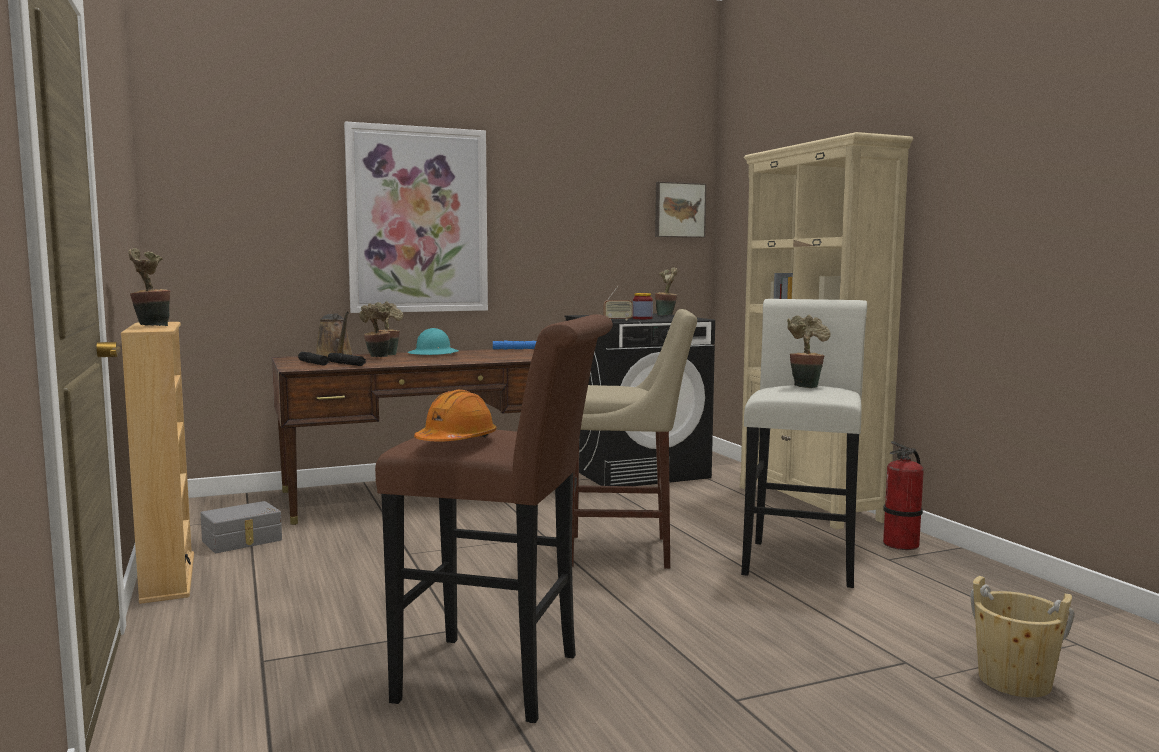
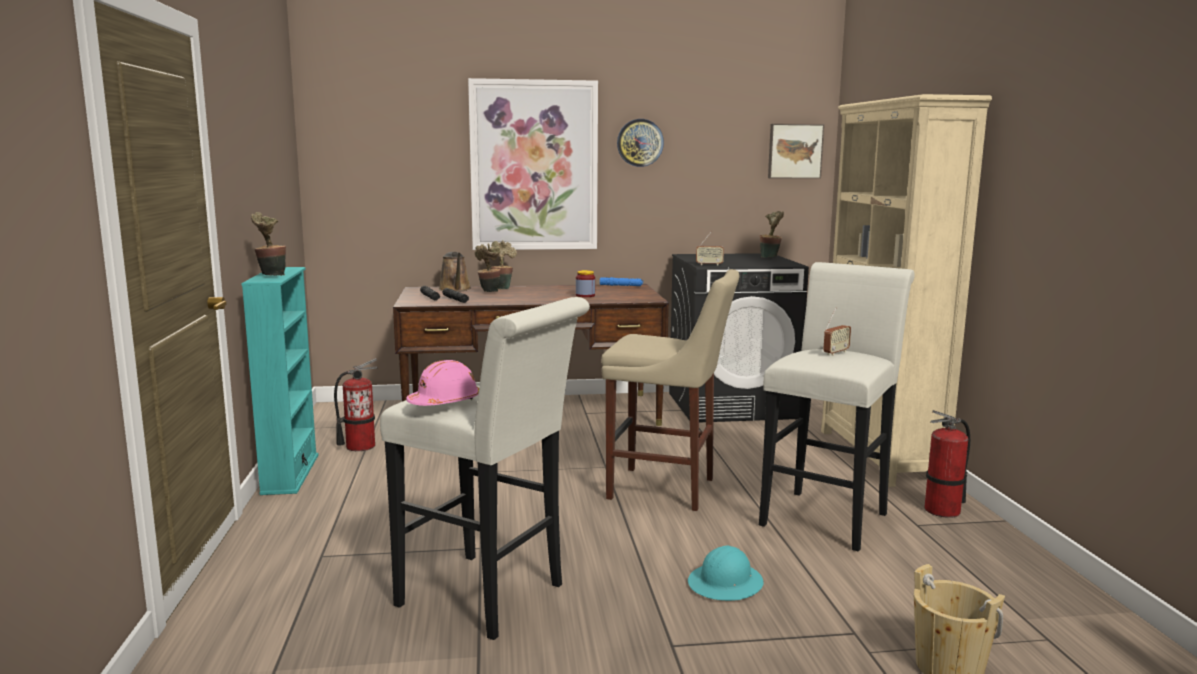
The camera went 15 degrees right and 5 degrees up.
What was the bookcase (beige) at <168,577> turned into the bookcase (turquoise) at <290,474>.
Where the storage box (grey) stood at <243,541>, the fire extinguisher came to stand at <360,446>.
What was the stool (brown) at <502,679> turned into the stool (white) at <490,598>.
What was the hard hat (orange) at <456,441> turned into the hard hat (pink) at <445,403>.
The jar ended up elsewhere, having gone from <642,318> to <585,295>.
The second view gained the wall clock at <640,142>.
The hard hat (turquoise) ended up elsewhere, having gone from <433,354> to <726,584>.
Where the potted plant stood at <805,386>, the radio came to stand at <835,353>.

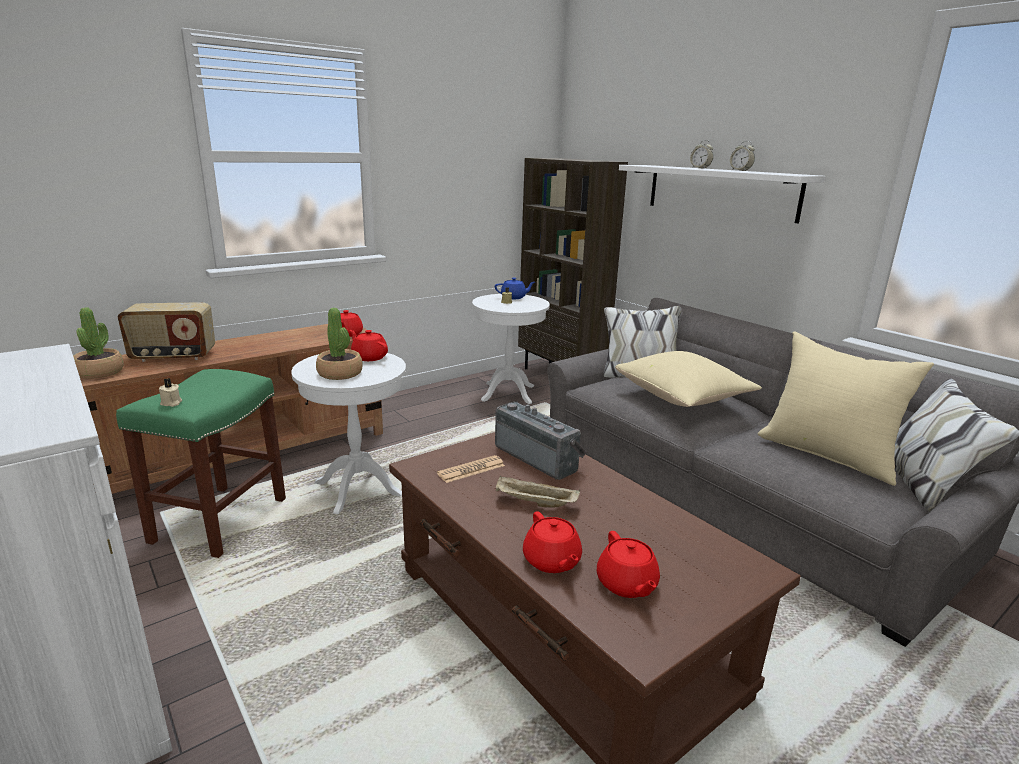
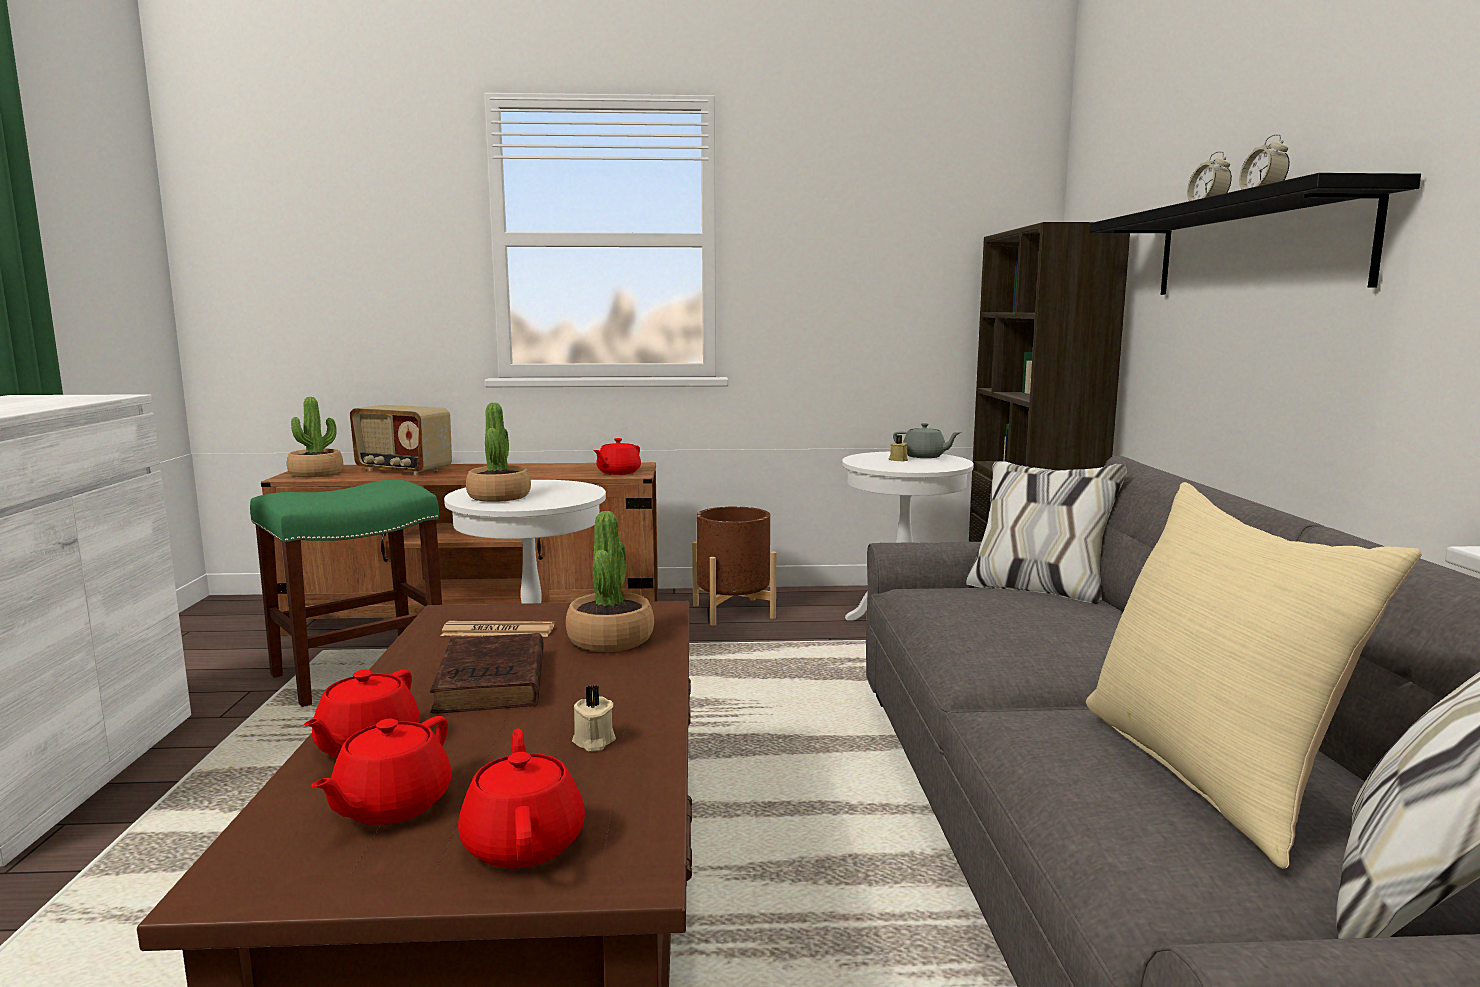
The camera went 35 degrees right and 10 degrees down.
Where the tray (beige) stood at <534,503>, the book (brown) came to stand at <491,683>.
The teapot (red) ended up elsewhere, having gone from <369,357> to <524,842>.
Where the radio stood at <538,458>, the potted plant came to stand at <611,639>.
The candle (beige) ended up elsewhere, having gone from <171,403> to <593,741>.
The second view gained the planter (brown) at <733,611>.
What was the teapot (blue) at <514,297> turned into the teapot (grey) at <924,456>.
What was the shelf (white) at <720,191> turned into the shelf (black) at <1254,248>.
The second view lost the pillow (beige) at <683,399>.

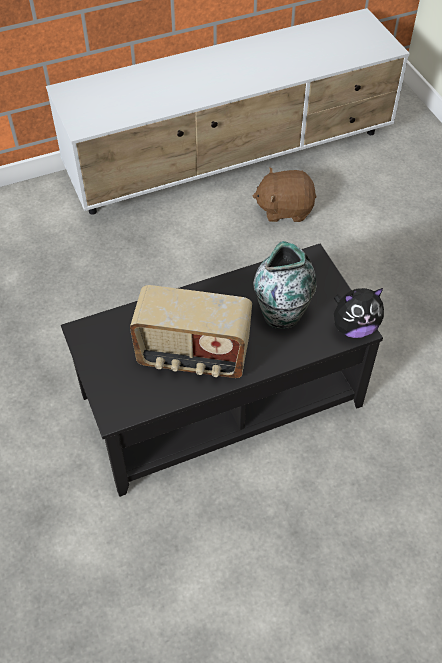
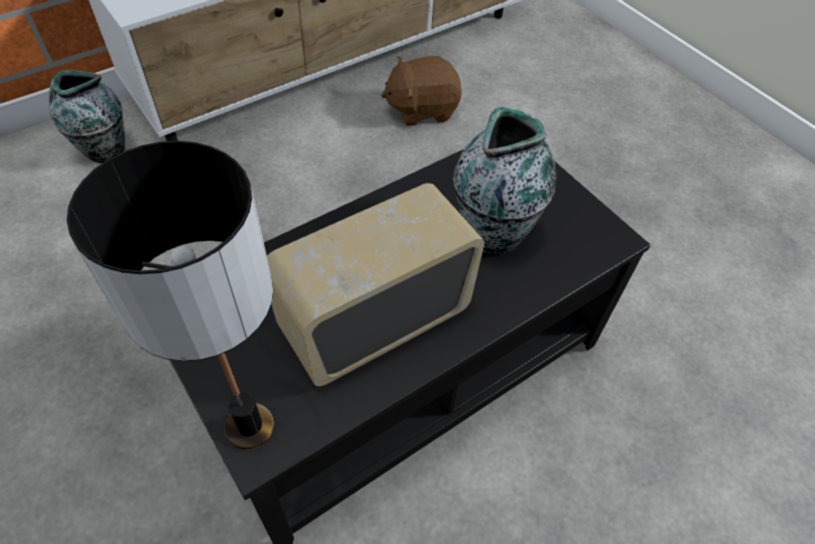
The camera went 15 degrees left and 0 degrees up.
The second view gained the vase at <104,150>.
The second view gained the table lamp at <249,428>.
The radio at <193,356> ended up facing another way, 150 degrees clockwise from before.
The second view lost the plush toy at <354,327>.

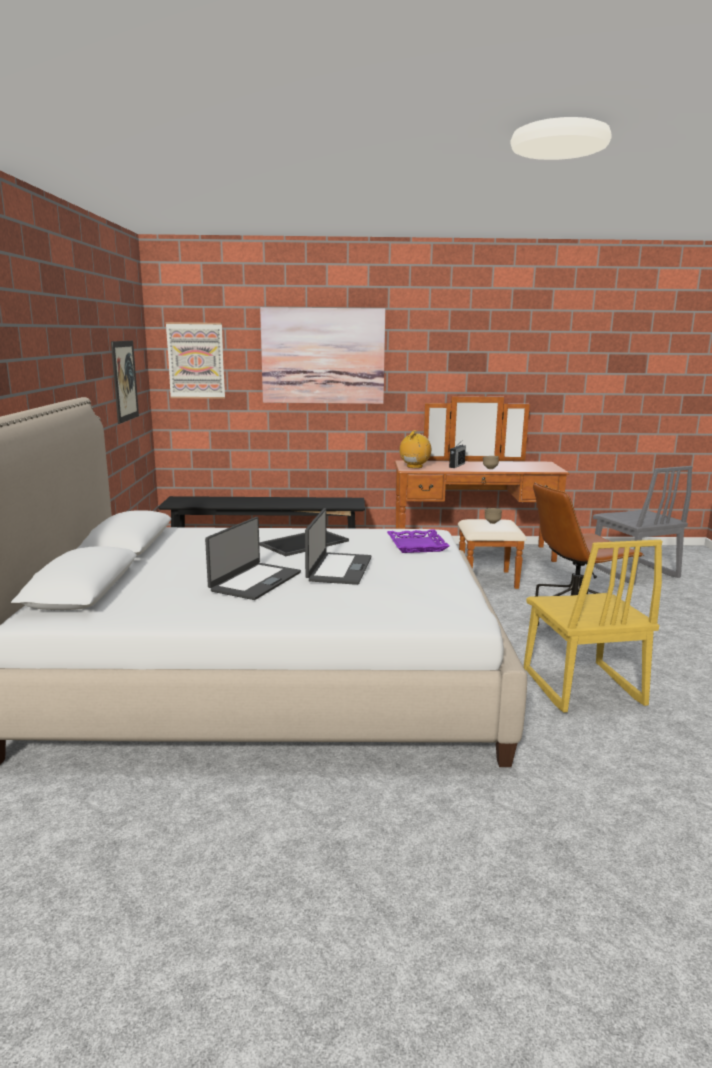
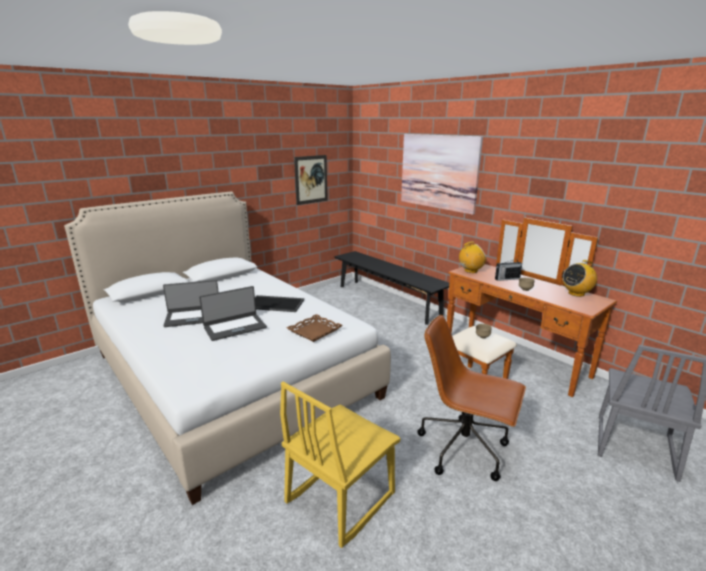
The camera went 50 degrees right and 5 degrees up.
What was the tray (purple) at <417,545> turned into the tray (brown) at <315,331>.
The second view gained the radio at <576,293>.
The second view lost the picture at <196,360>.

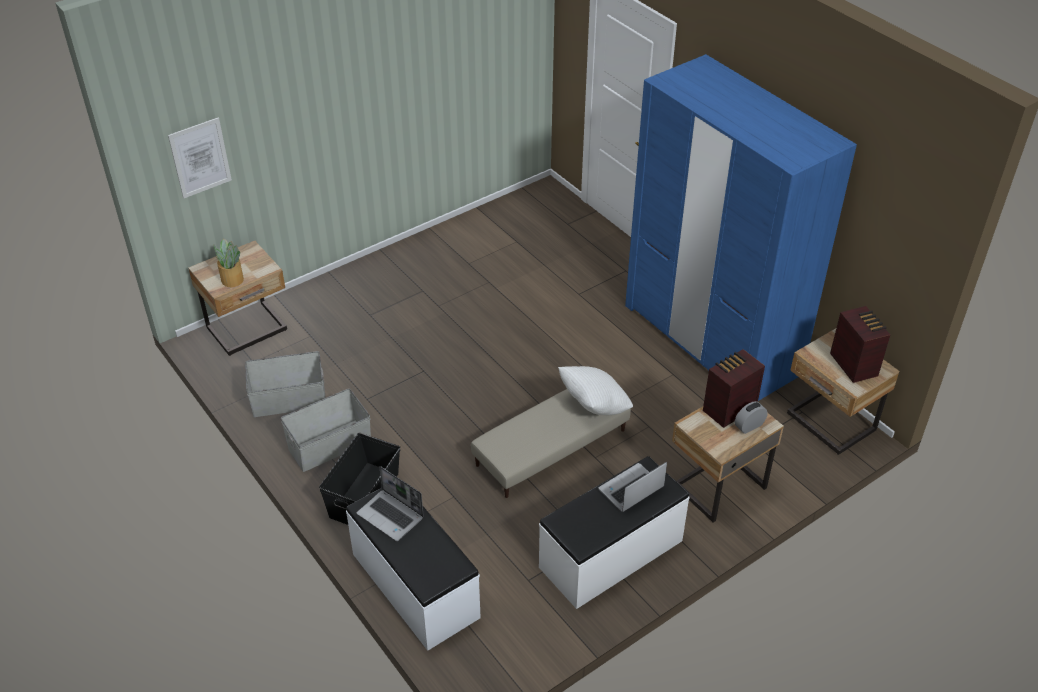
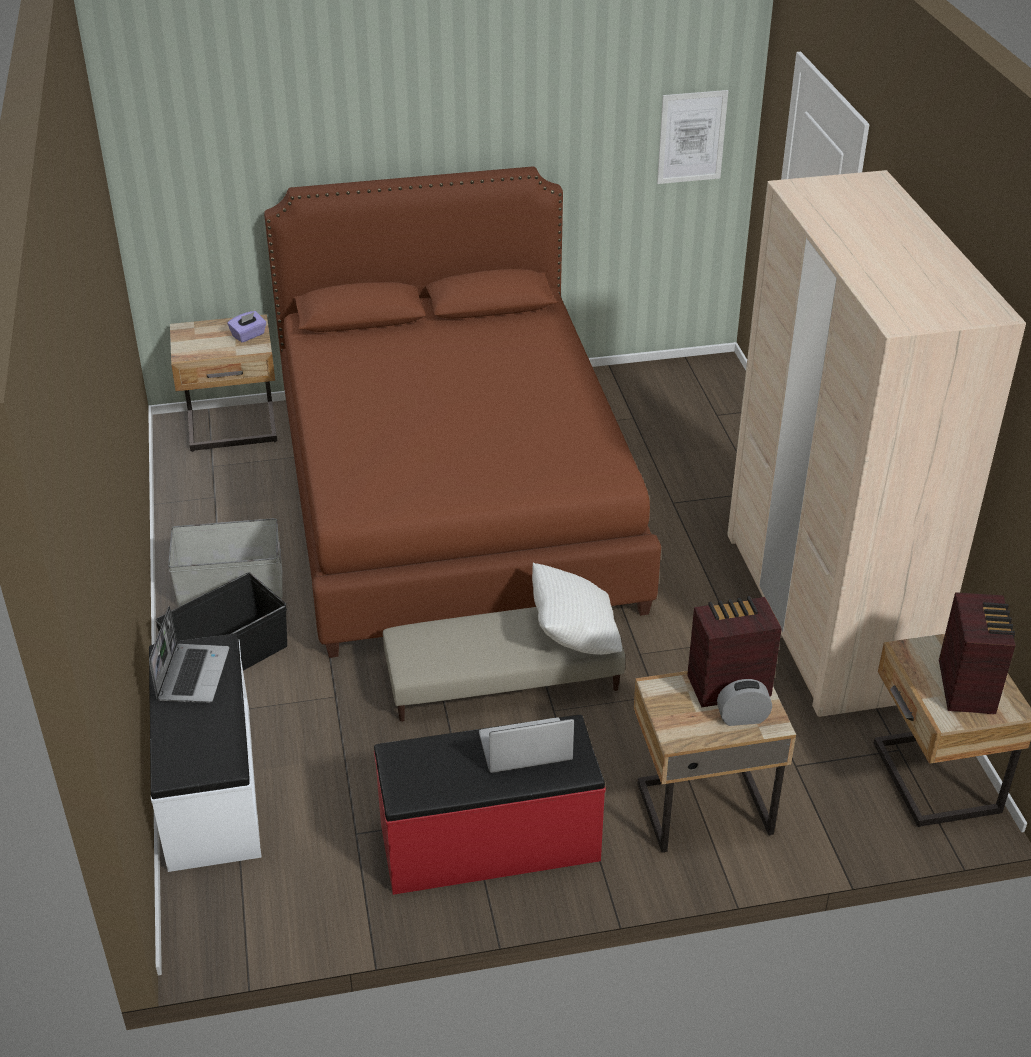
The camera went 25 degrees right and 5 degrees down.
The laptop at <391,516> ended up facing another way, 150 degrees counterclockwise from before.
The second view gained the tissue box (purple) at <248,335>.
The second view gained the bed (brown) at <453,500>.
What was the bench (white) at <612,555> turned into the bench (red) at <489,843>.
The picture ended up elsewhere, having gone from <200,158> to <691,137>.
What was the wardrobe (blue) at <711,339> turned into the wardrobe (beige) at <823,612>.
The second view lost the potted plant at <232,279>.
The second view lost the storage box (grey) at <288,399>.

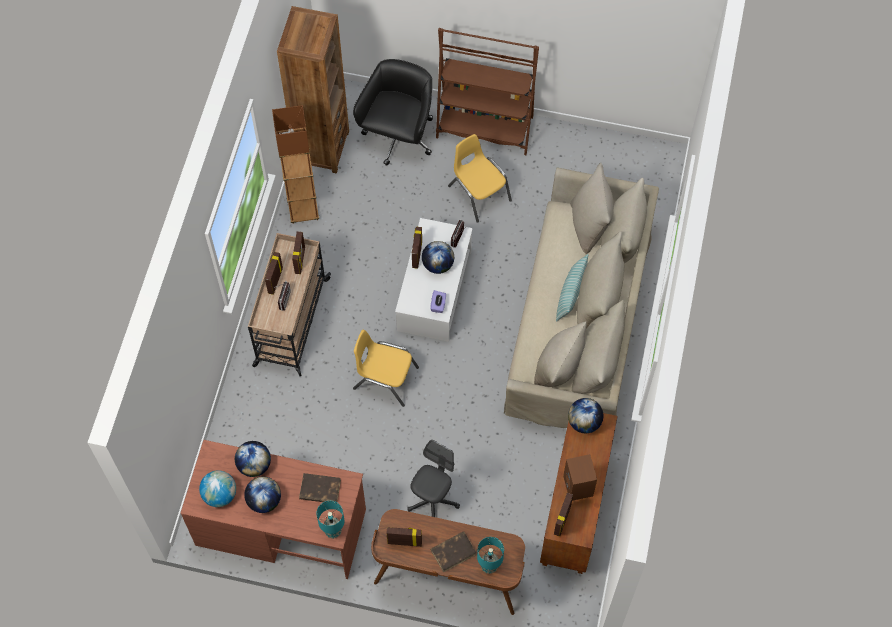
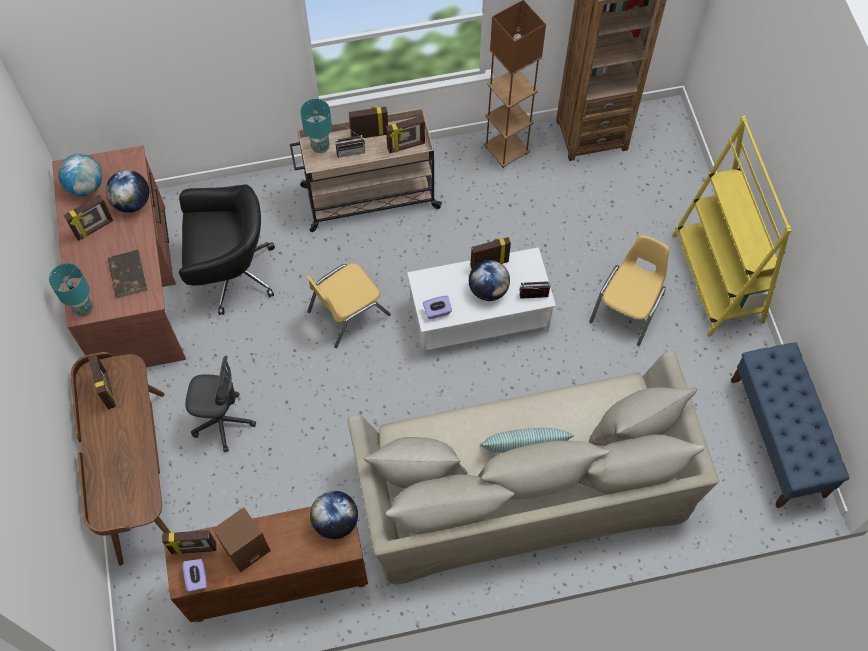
The camera went 65 degrees right and 0 degrees up.
Where the globe stood at <264,501>, the picture frame came to stand at <94,229>.
The office chair (black) ended up elsewhere, having gone from <398,137> to <231,273>.
The second view gained the tissue box (purple) at <197,578>.
The table lamp (turquoise) ended up elsewhere, having gone from <489,566> to <320,146>.
The chair (yellow) at <385,378> ended up facing another way, 120 degrees counterclockwise from before.
What was the bookcase (brown) at <485,127> turned into the bookcase (yellow) at <717,278>.
The second view gained the bench (blue) at <777,437>.
The second view lost the book (brown) at <453,552>.

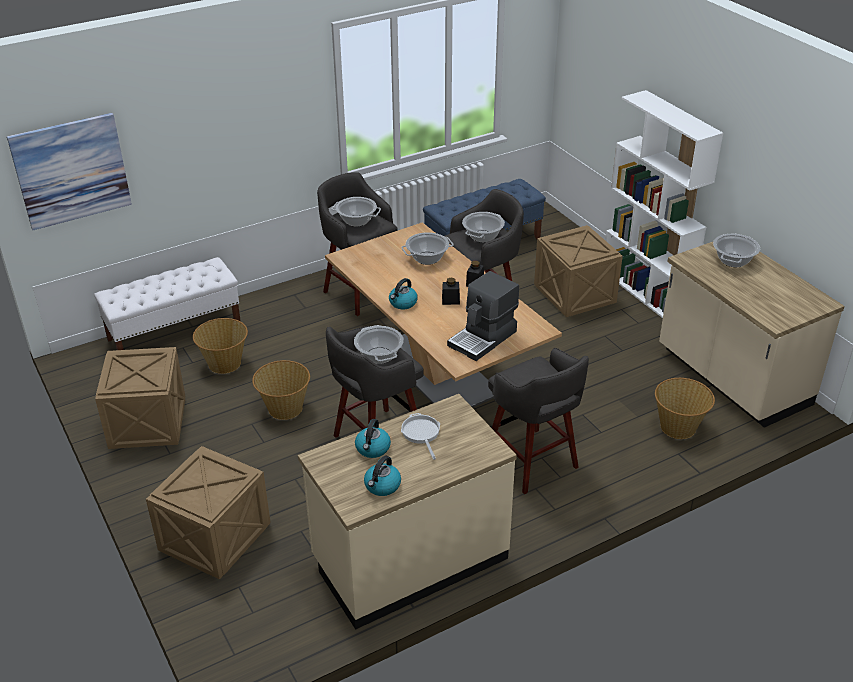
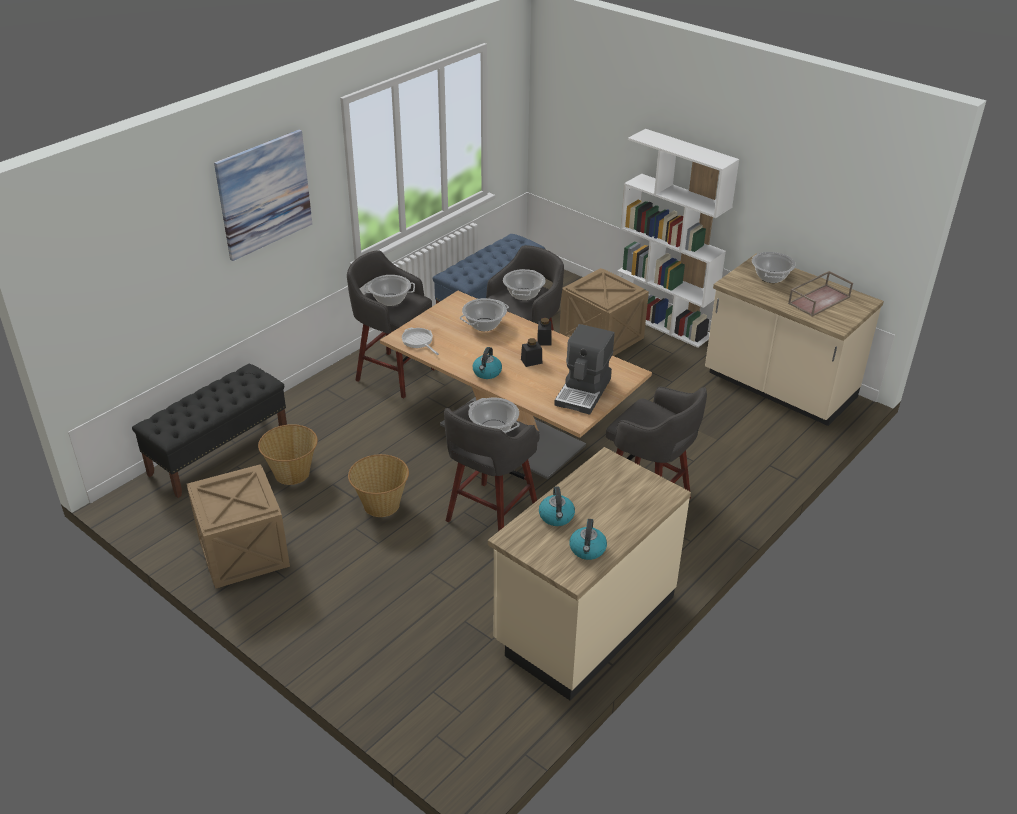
The camera went 20 degrees left and 0 degrees up.
What was the bench (white) at <175,332> turned into the bench (black) at <219,452>.
The picture ended up elsewhere, having gone from <71,171> to <264,194>.
The frying pan ended up elsewhere, having gone from <421,433> to <418,341>.
The second view gained the tray (brown) at <819,300>.
The second view lost the crate at <216,537>.
The second view lost the basket at <678,427>.

